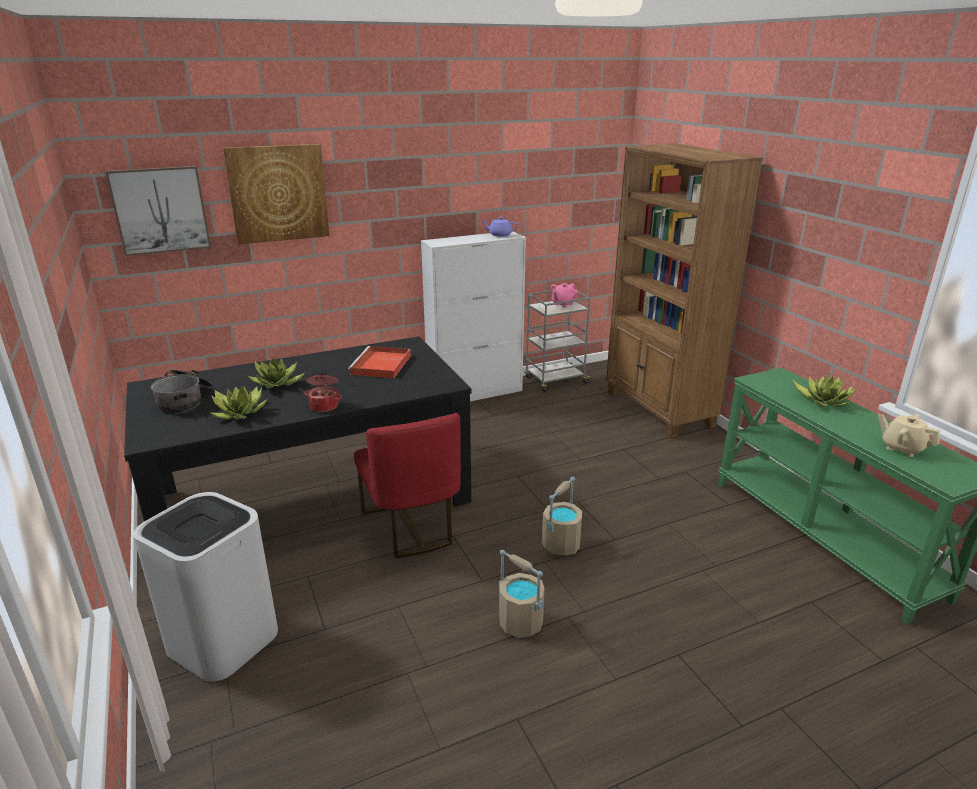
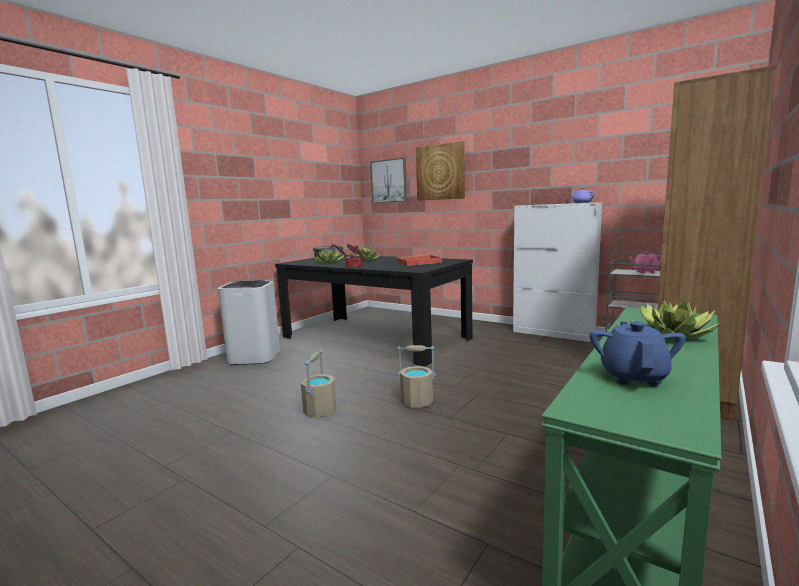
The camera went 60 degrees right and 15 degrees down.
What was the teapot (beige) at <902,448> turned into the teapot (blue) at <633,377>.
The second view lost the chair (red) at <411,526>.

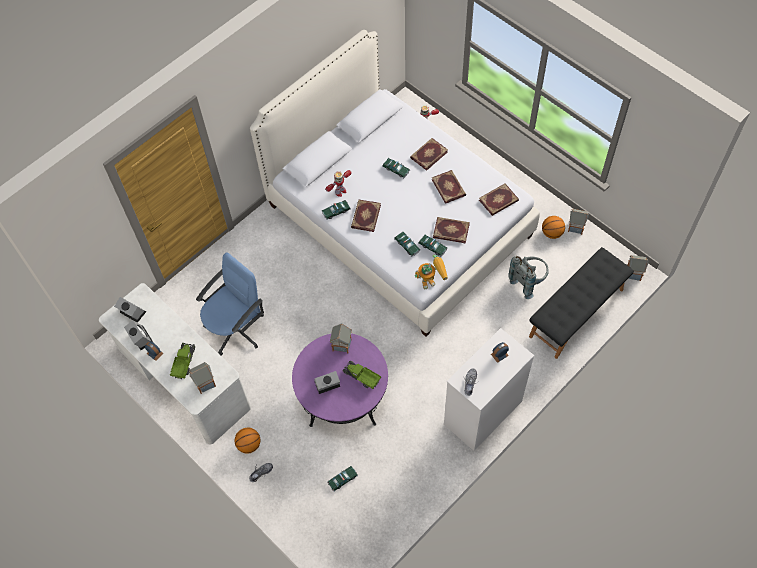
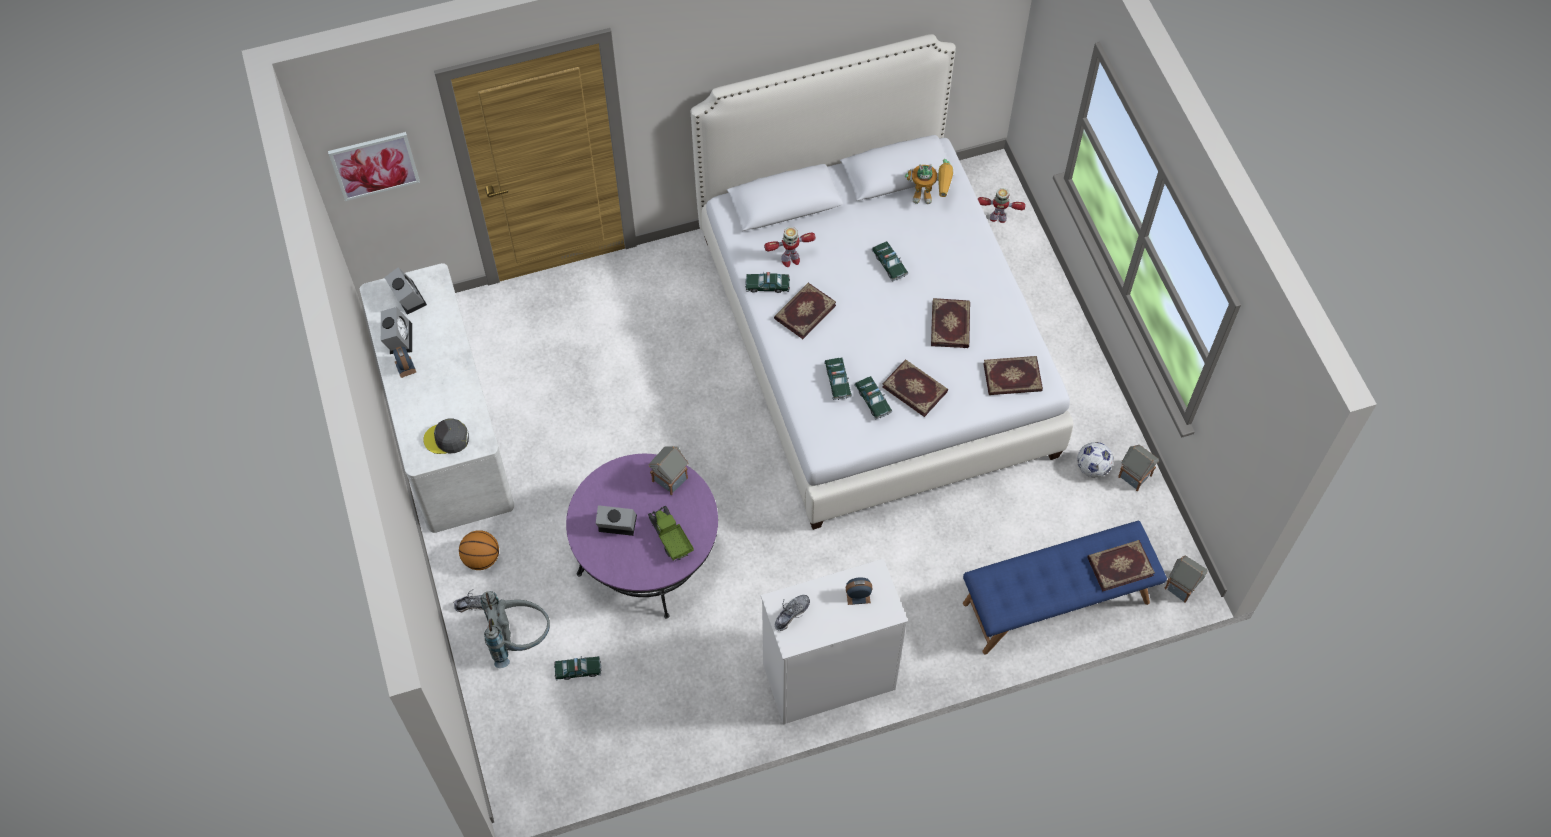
The camera went 25 degrees right and 0 degrees up.
The second view gained the picture at <374,165>.
Where the toy house stood at <205,382>, the cap (grey) came to stand at <447,439>.
The backpack (grey) ended up elsewhere, having gone from <528,281> to <519,639>.
The toy robot ended up elsewhere, having gone from <431,280> to <930,196>.
What was the bench (black) at <577,313> turned into the bench (blue) at <1056,603>.
Where the basketball stood at <552,233>, the football came to stand at <1092,468>.
The book ended up elsewhere, having gone from <428,154> to <1119,565>.
The second view lost the toy truck at <184,363>.
The second view lost the office chair (blue) at <236,328>.

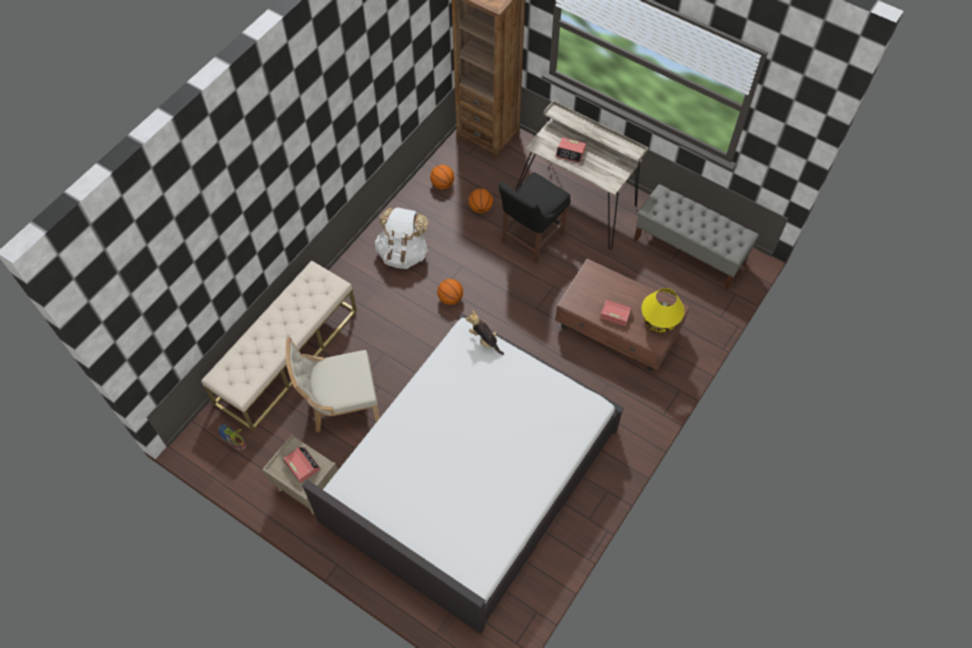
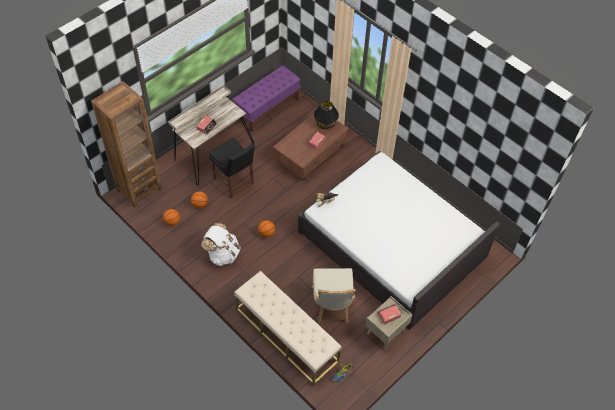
The camera went 80 degrees left and 5 degrees down.
What was the bench (grey) at <689,251> turned into the bench (purple) at <267,108>.
What was the table lamp (yellow) at <659,321> turned into the table lamp (black) at <325,123>.

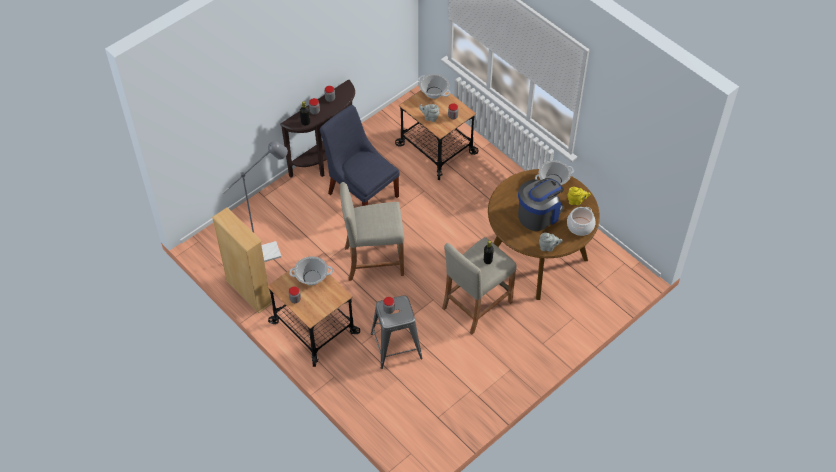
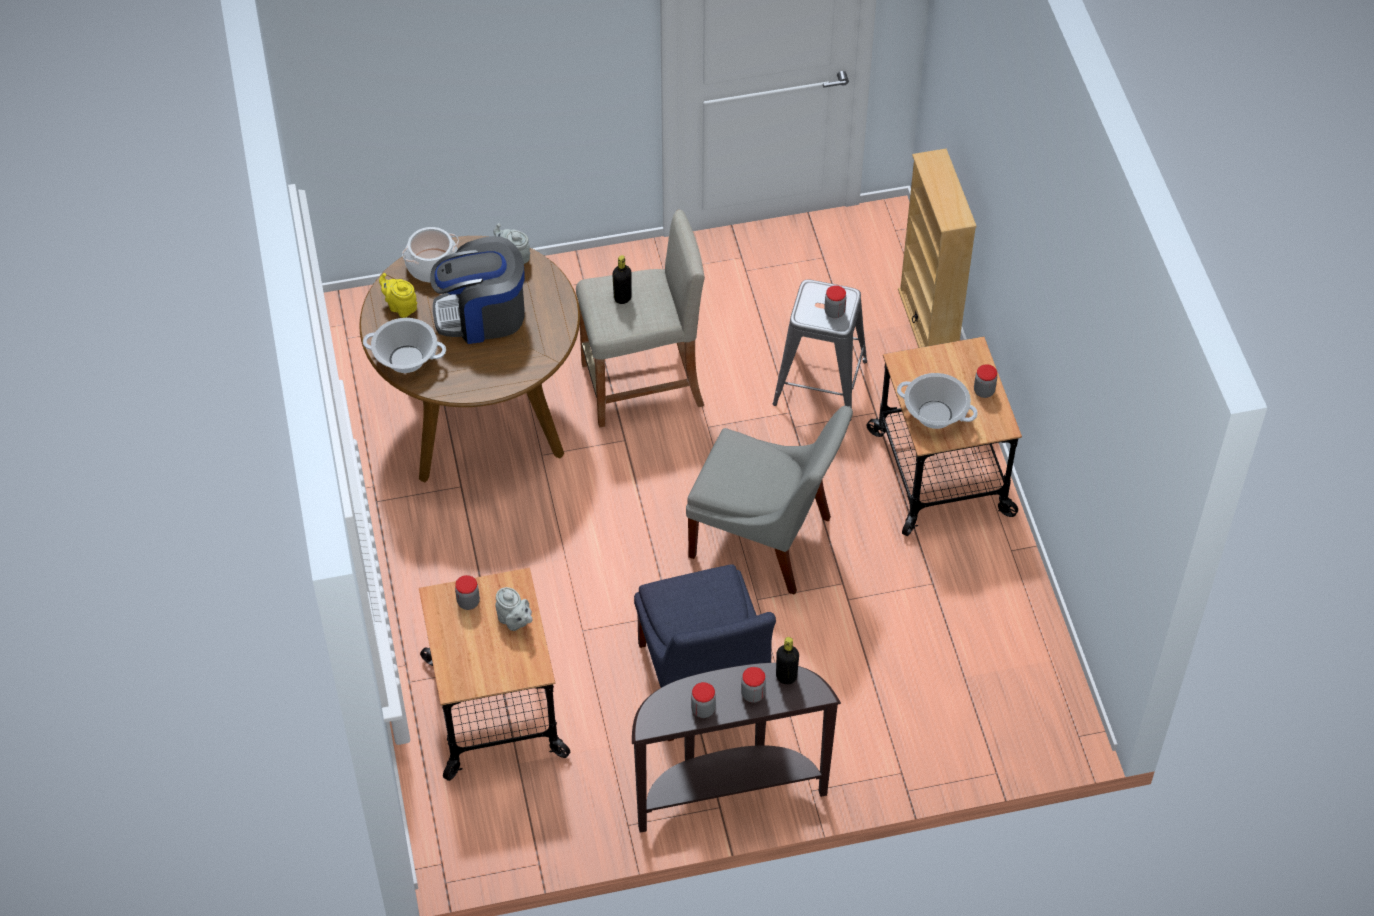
The camera went 150 degrees left and 0 degrees up.
Where the stool (beige) stood at <374,260>, the chair (grey) came to stand at <766,540>.
The bookcase (beige) ended up elsewhere, having gone from <249,292> to <927,324>.
The second view lost the floor lamp (grey) at <270,252>.
The second view lost the cooking pot at <434,93>.

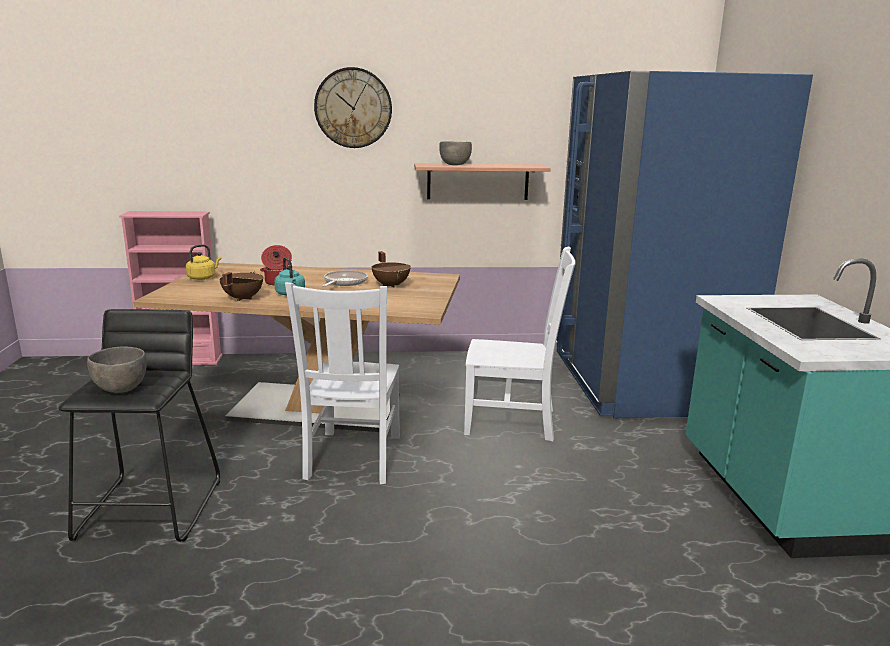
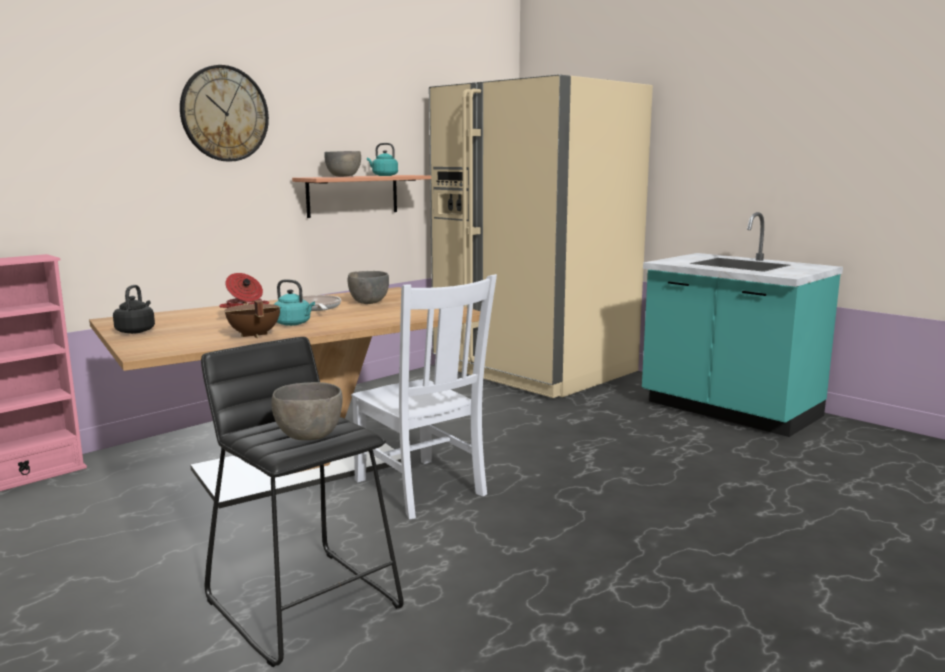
The camera went 40 degrees left and 5 degrees down.
What was the kettle (yellow) at <203,278> turned into the kettle (black) at <136,331>.
Where the cooking pot (brown) stood at <391,285>, the bowl (grey) came to stand at <368,302>.
The second view gained the kettle (turquoise) at <383,175>.
What was the fridge (blue) at <642,381> turned into the fridge (beige) at <534,369>.
The second view lost the chair (white) at <513,422>.

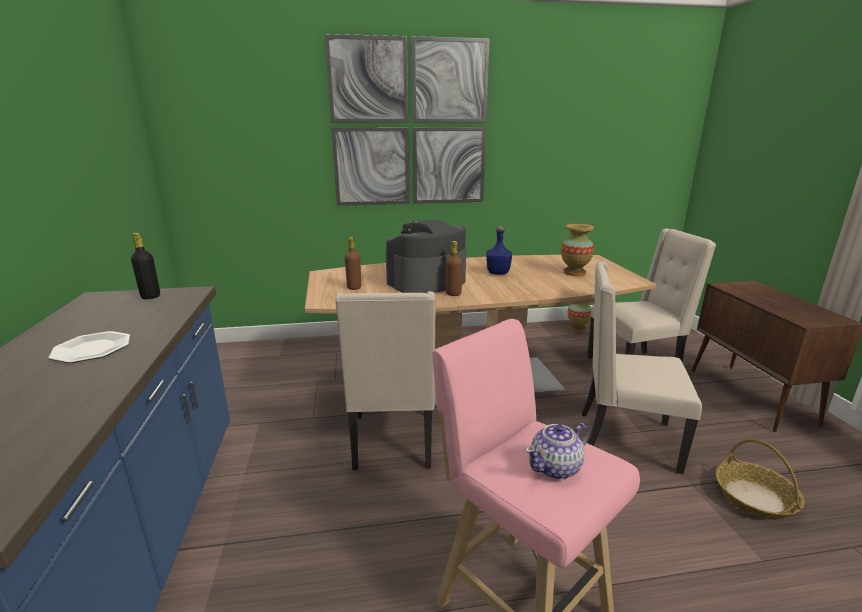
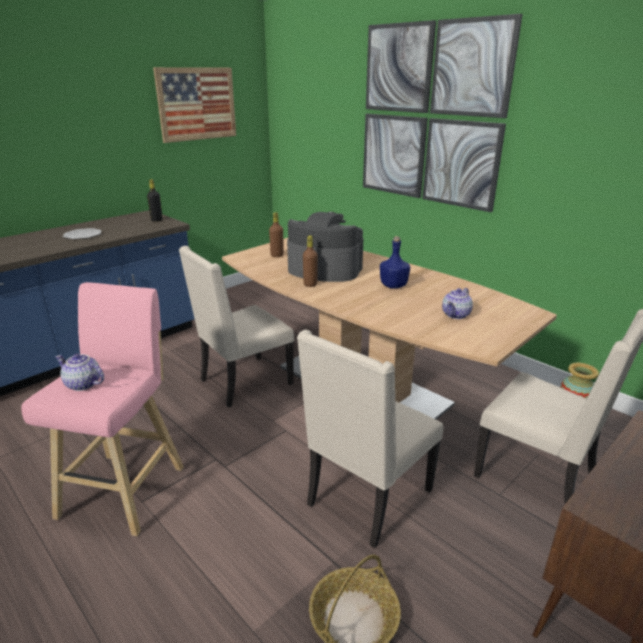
The camera went 55 degrees right and 5 degrees up.
The second view gained the picture at <197,104>.
The chair (beige) at <624,440> ended up facing another way, 120 degrees counterclockwise from before.
Where the vase stood at <574,273>, the teapot came to stand at <456,315>.

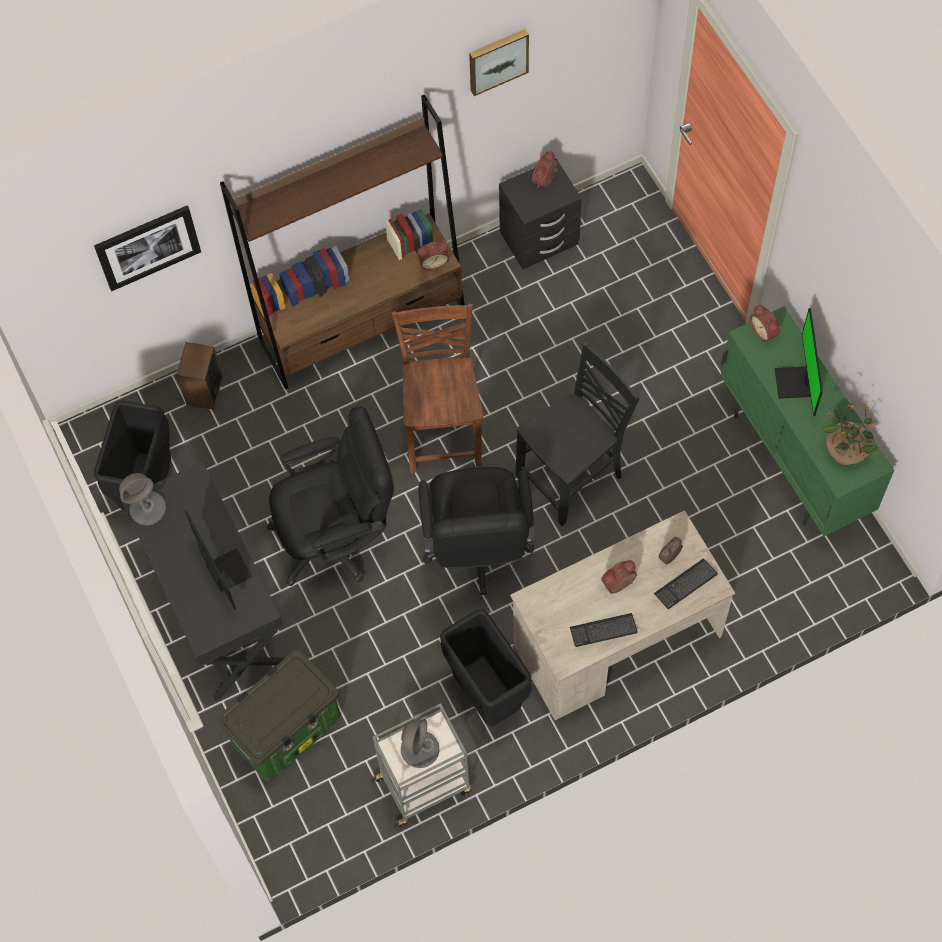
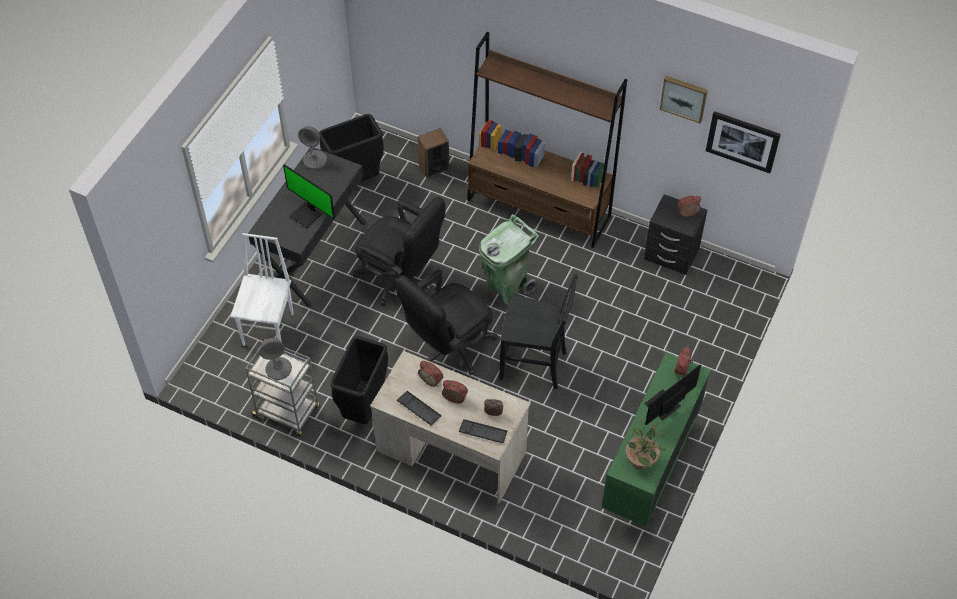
The camera went 50 degrees right and 10 degrees down.
Where the storage box stood at <287,730>, the chair (white) came to stand at <269,329>.
The monitor at <226,571> ended up facing another way, 105 degrees clockwise from before.
The alarm clock ended up elsewhere, having gone from <433,262> to <432,379>.
Where the chair (brown) stood at <443,432>, the trash can (green) came to stand at <507,286>.
The picture ended up elsewhere, having gone from <147,246> to <742,141>.

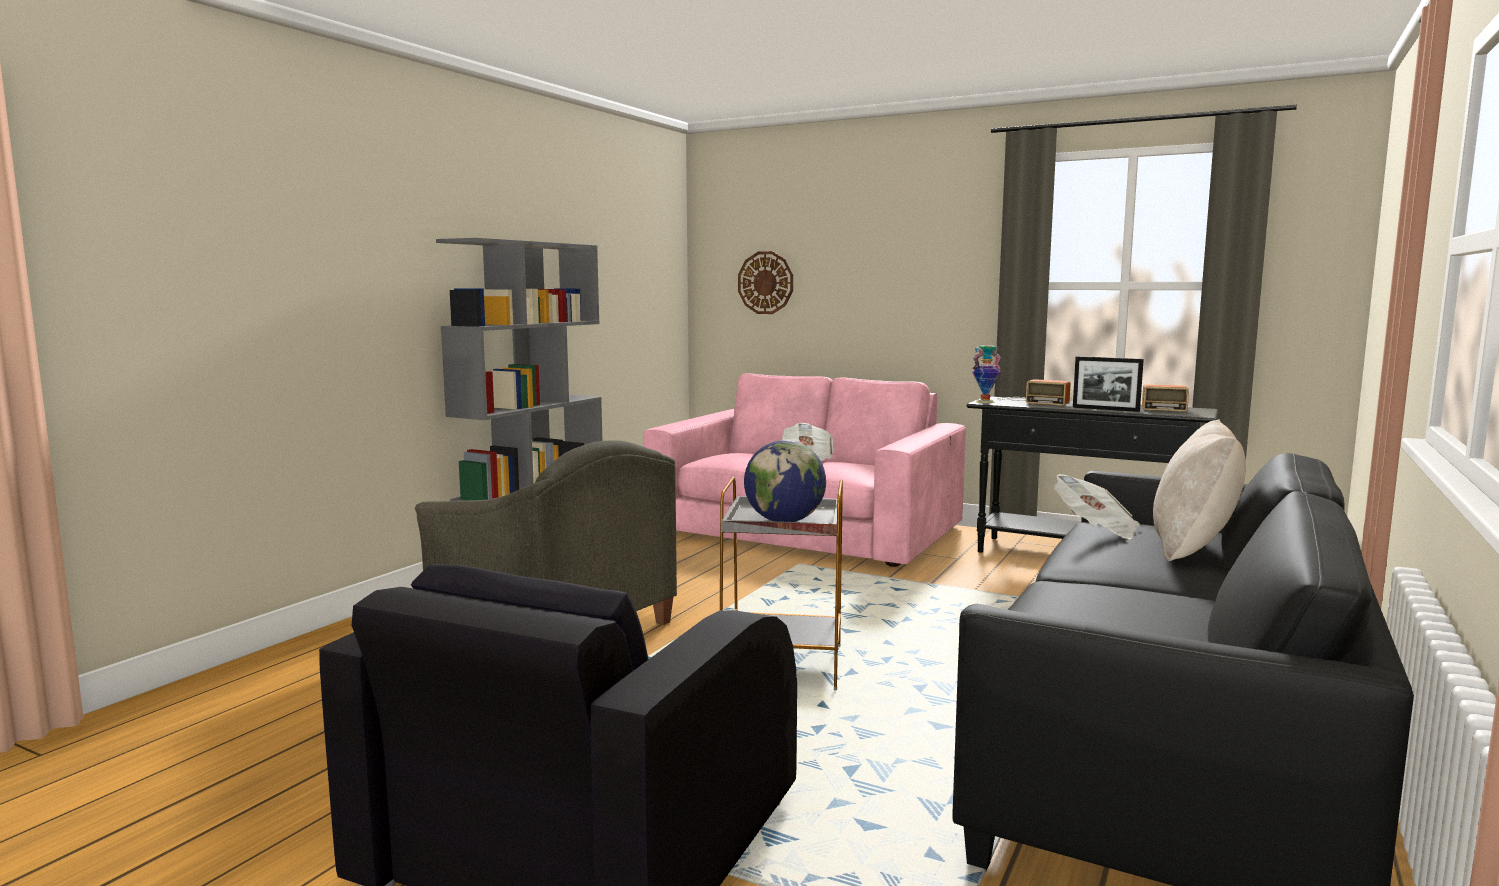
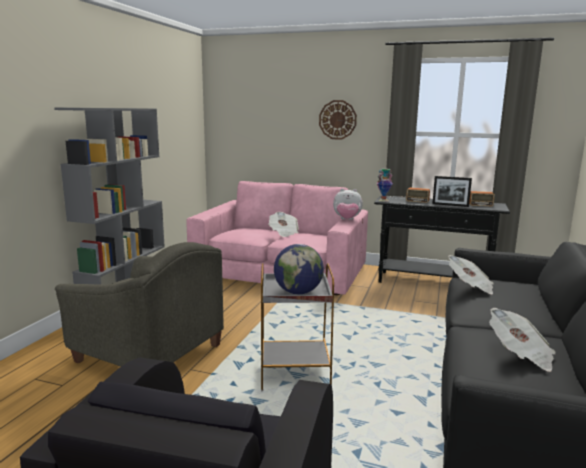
The camera went 10 degrees left and 5 degrees up.
The wall clock ended up elsewhere, having gone from <765,282> to <337,120>.
The second view gained the plush toy at <347,220>.
The second view gained the newspaper at <520,355>.
The second view lost the pillow (beige) at <1193,547>.

